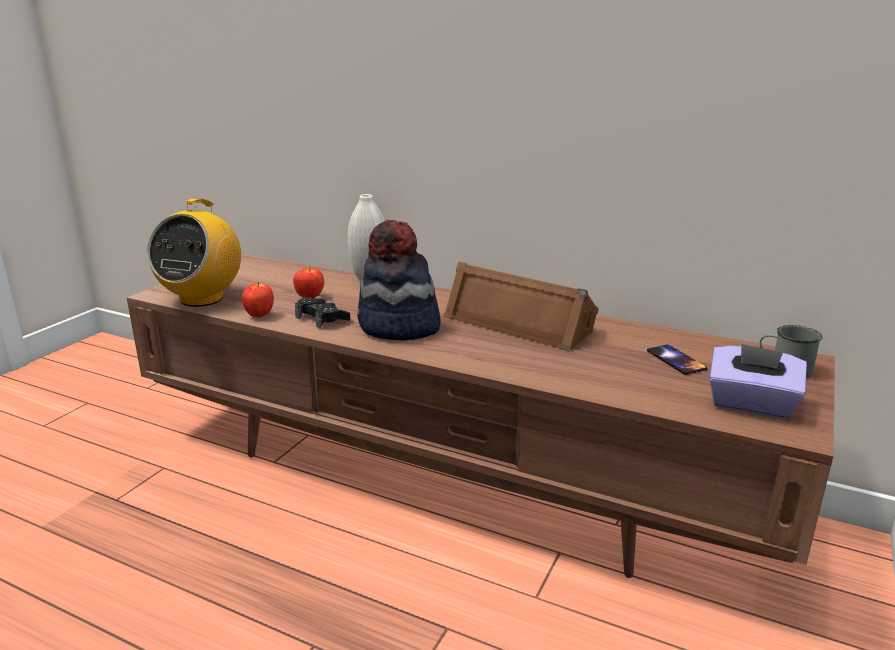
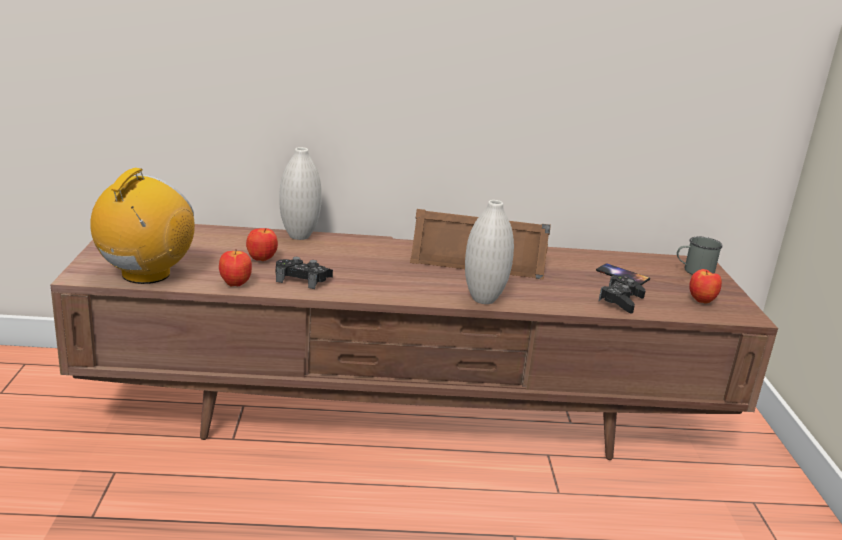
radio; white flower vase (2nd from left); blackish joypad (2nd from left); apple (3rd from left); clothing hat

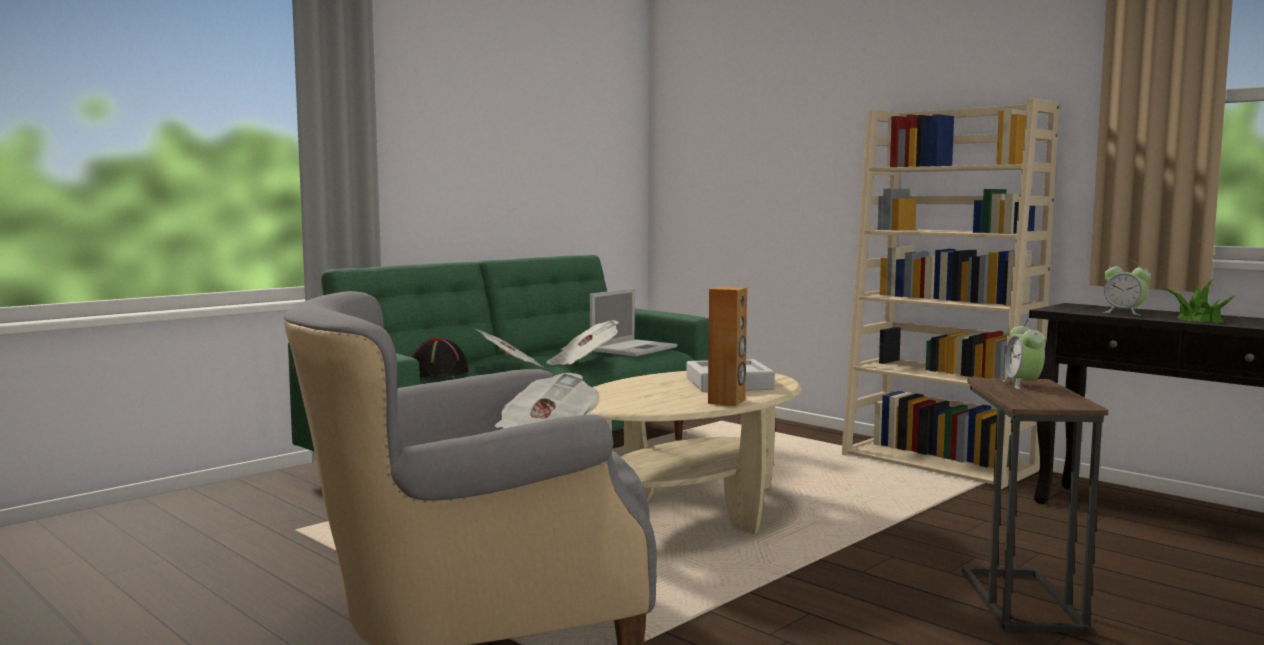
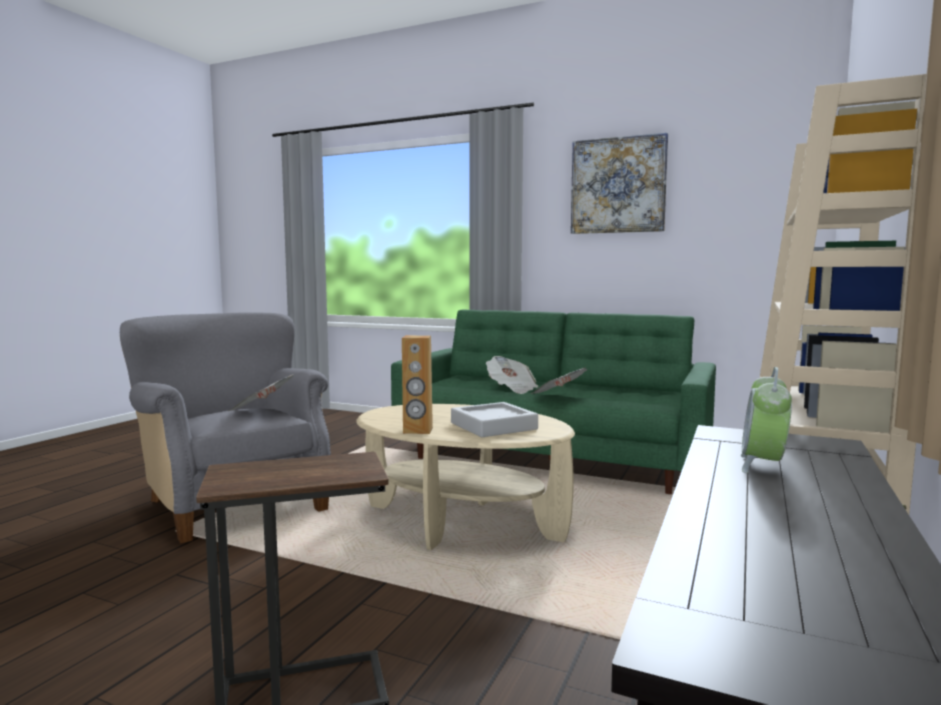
wall picture; blackish clothing hat; portable computer; bedside clock (1st from left in the first image); potted plant

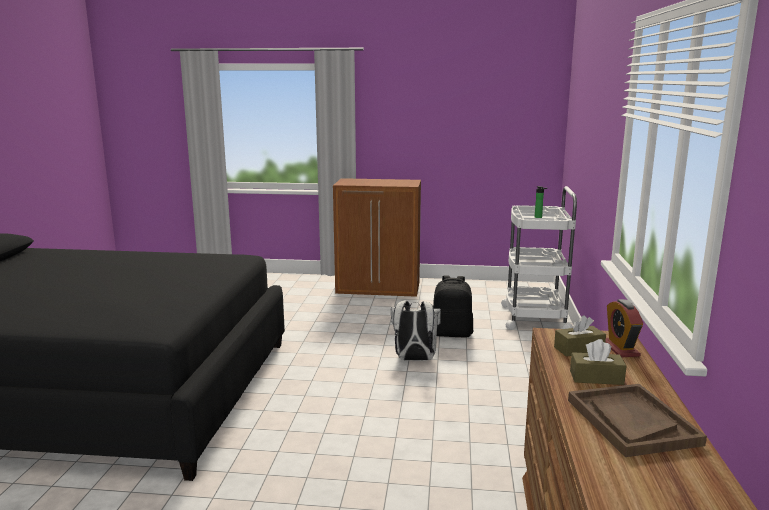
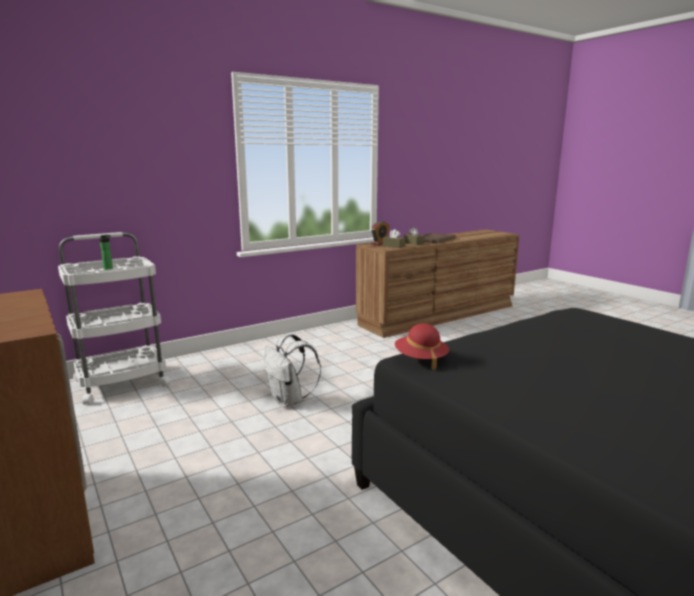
red clothing hat; blackish rucksack

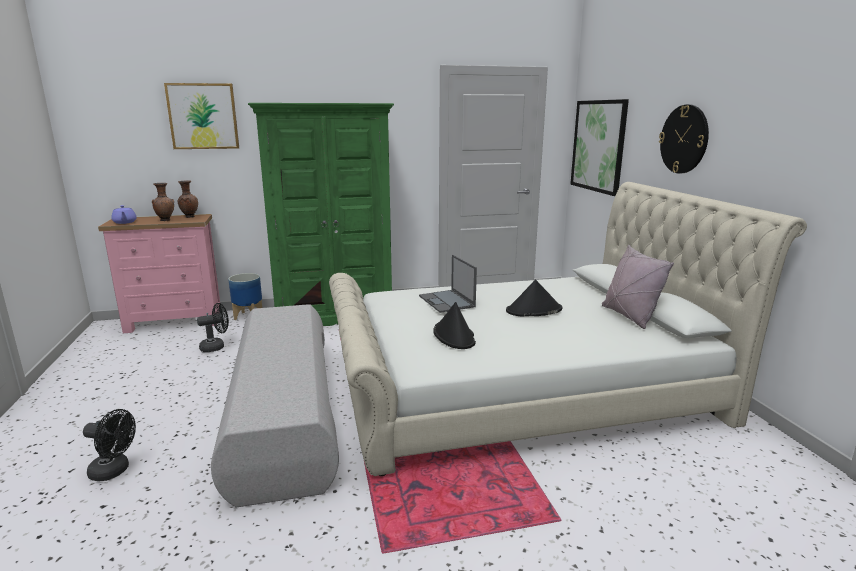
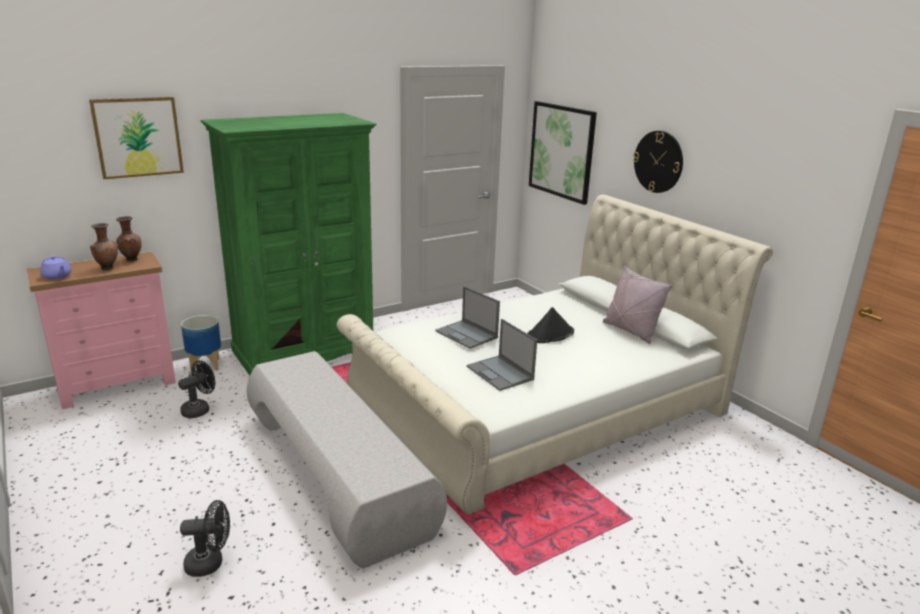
portable computer (2nd from left)

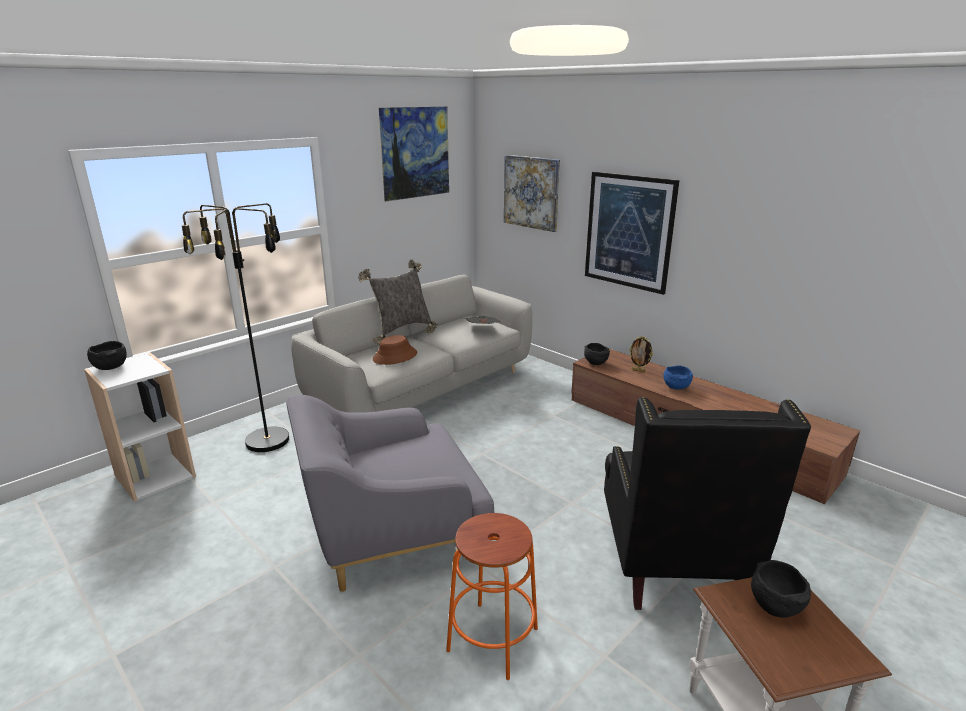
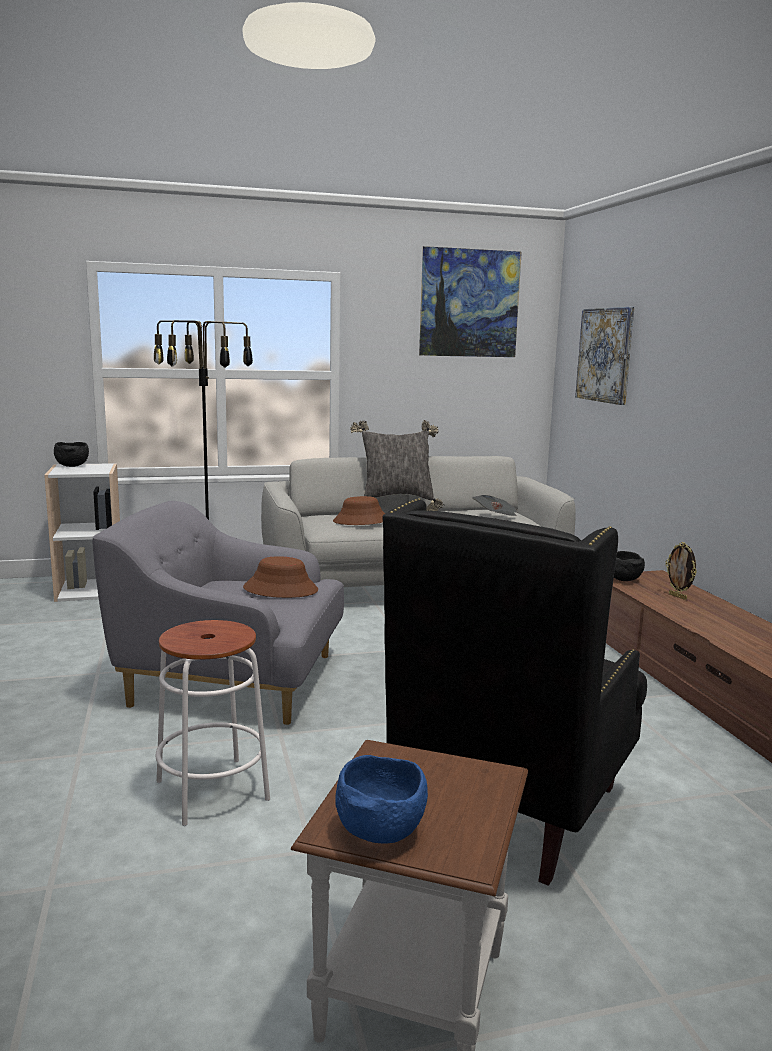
white stool; brown-coloured clothing hat (1st from left); blue-coloured bowl; wall picture (3rd from left in the first image); blackish bowl (3rd from left in the first image)

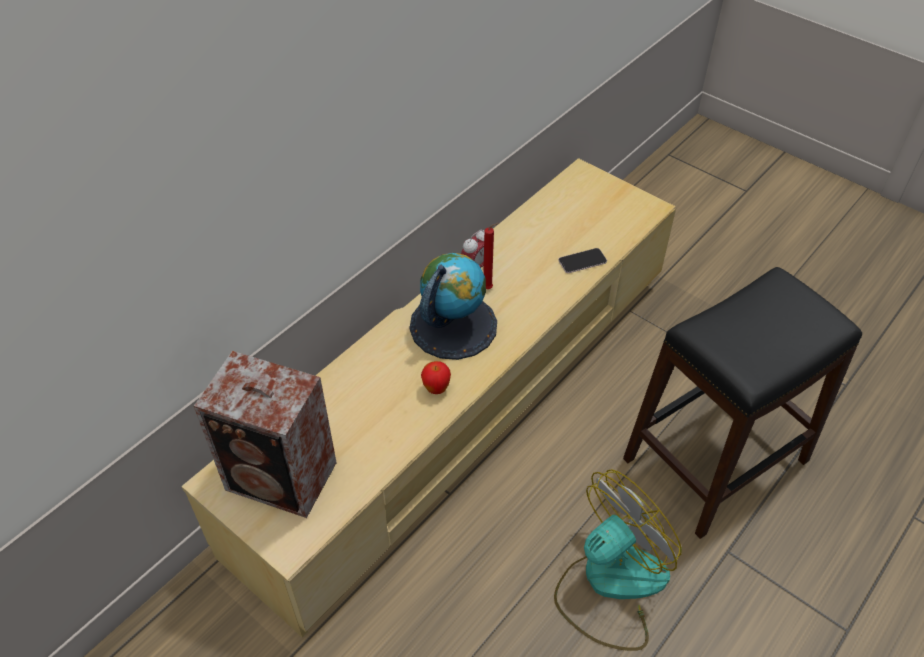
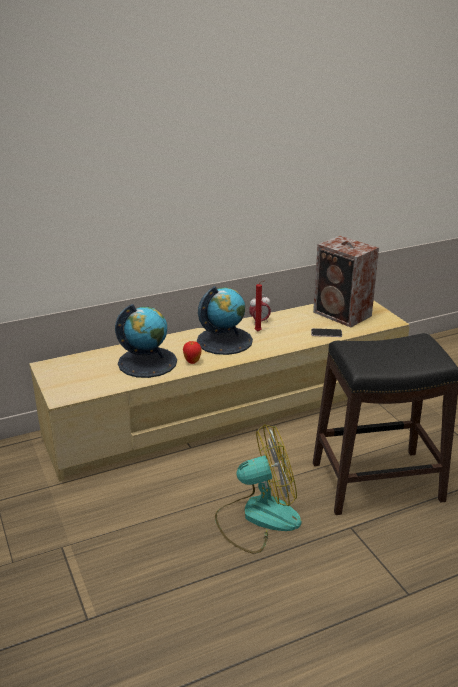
globe (1st from left); speaker

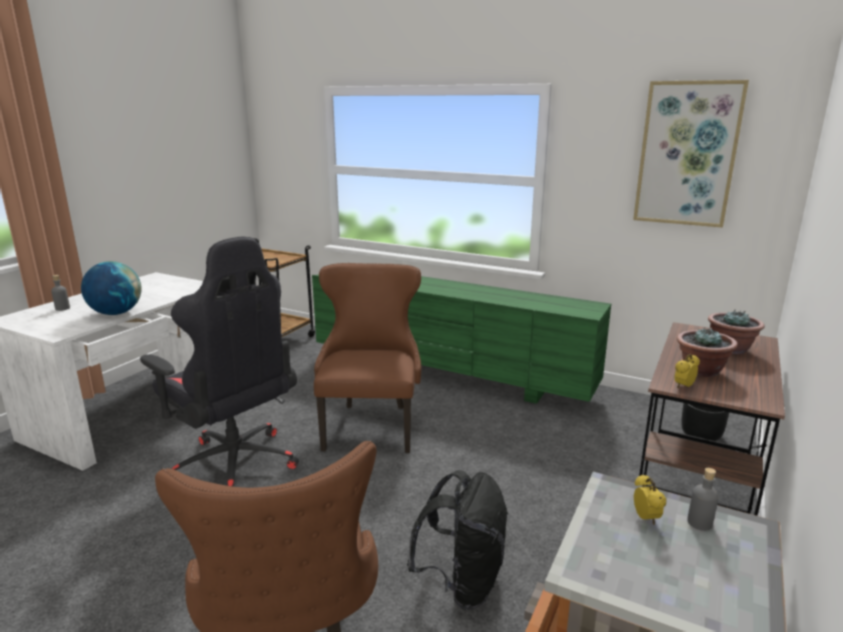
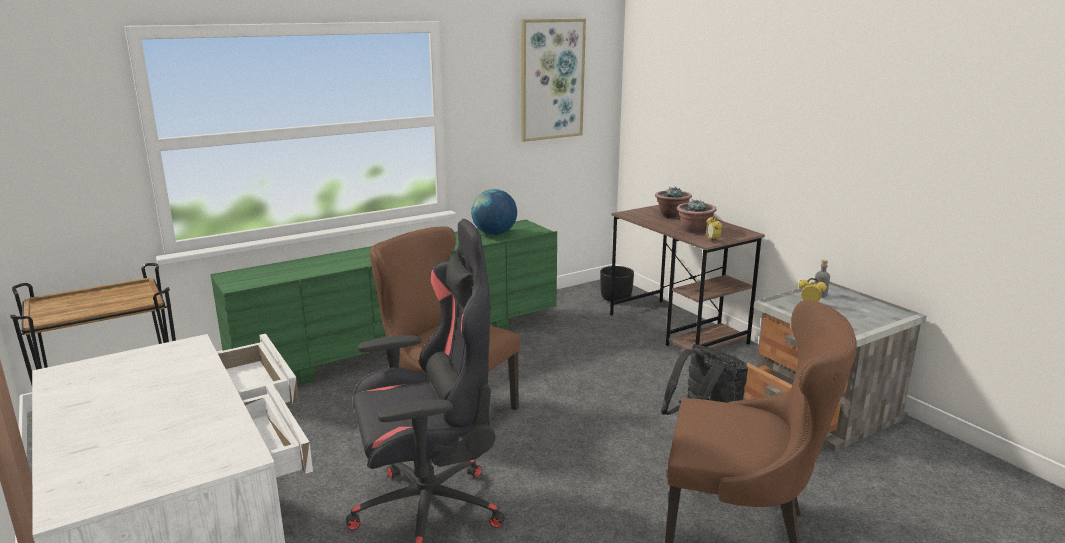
globe; grey beverage bottle (1st from left in the first image)

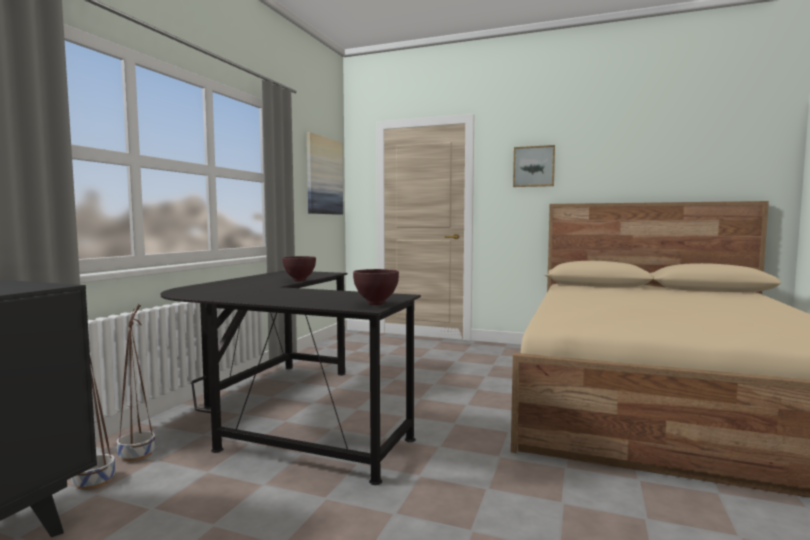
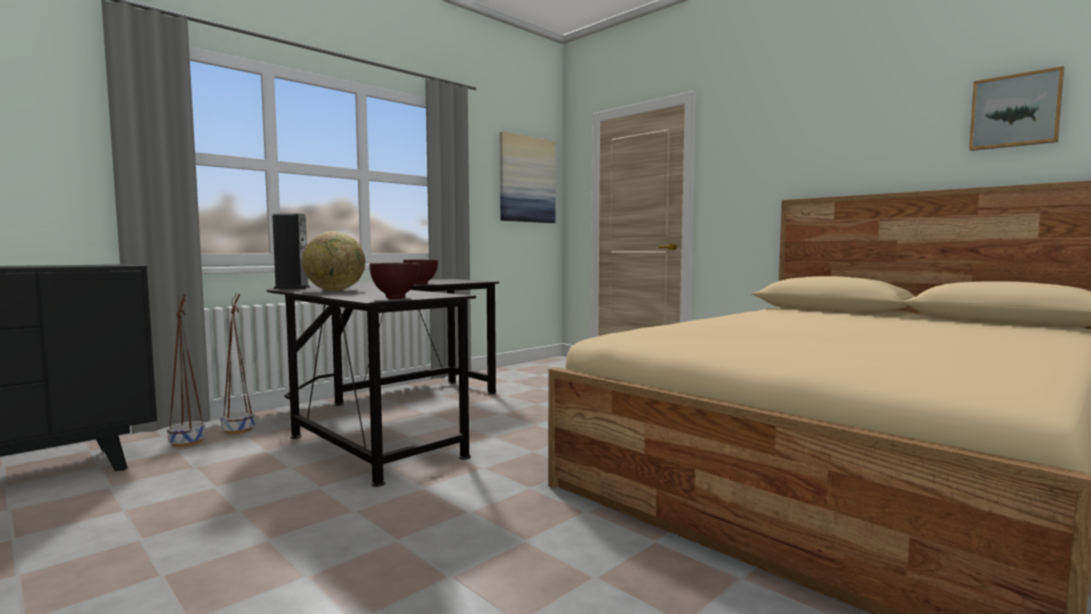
speaker; globe; wall picture (2nd from left)

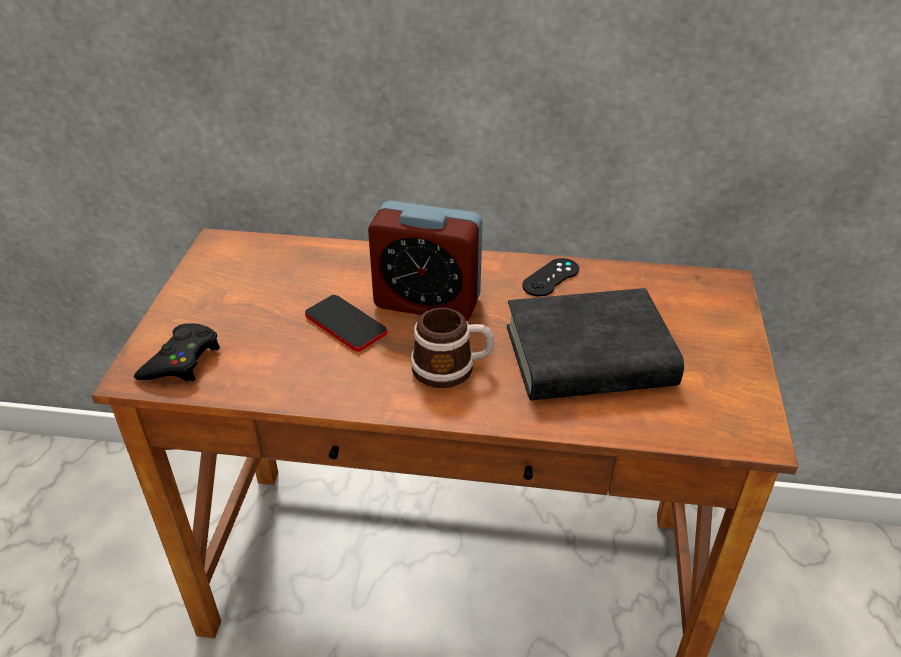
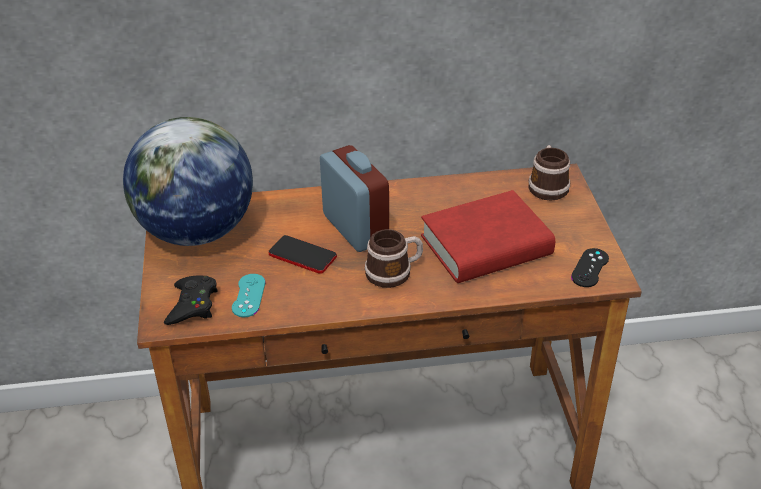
globe; turquoise joypad; bedside clock; red bound book; coffee mug (2nd from left); blackish joypad (2nd from left)

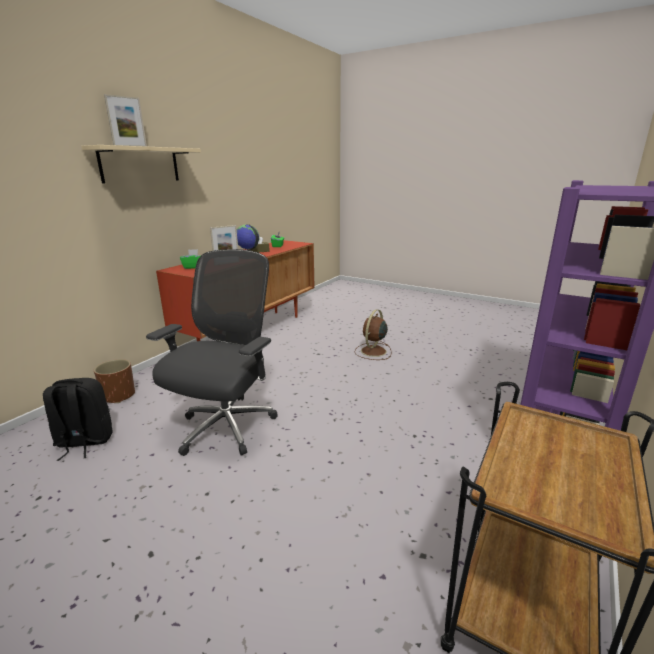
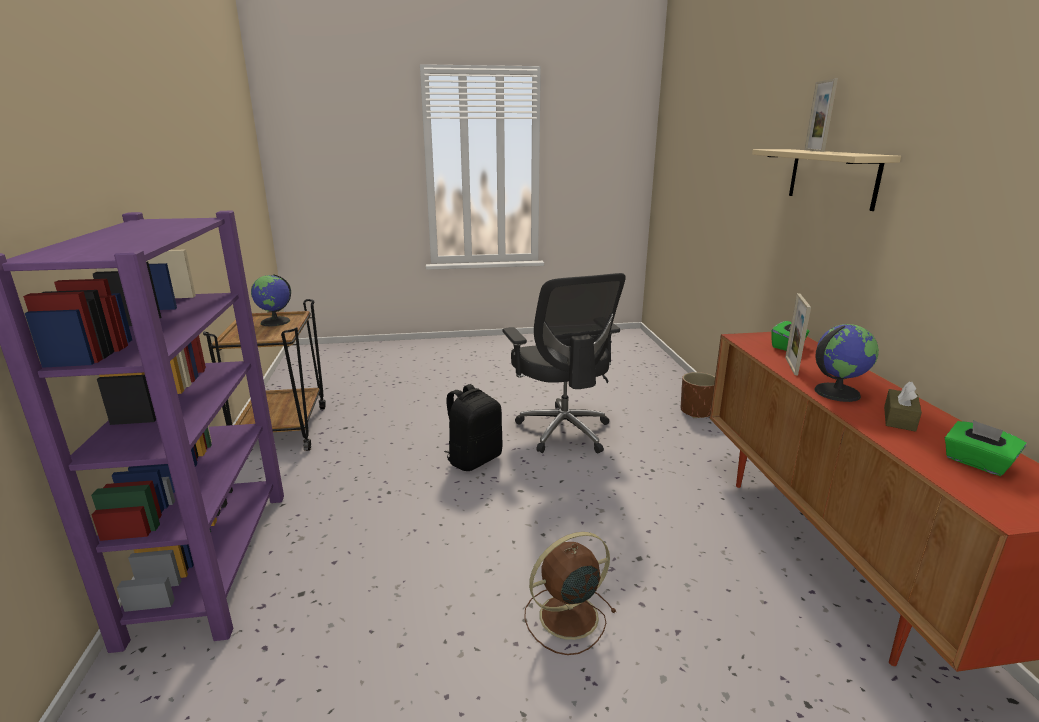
globe (1st from left); blackish rucksack; brown-coloured electric fan

